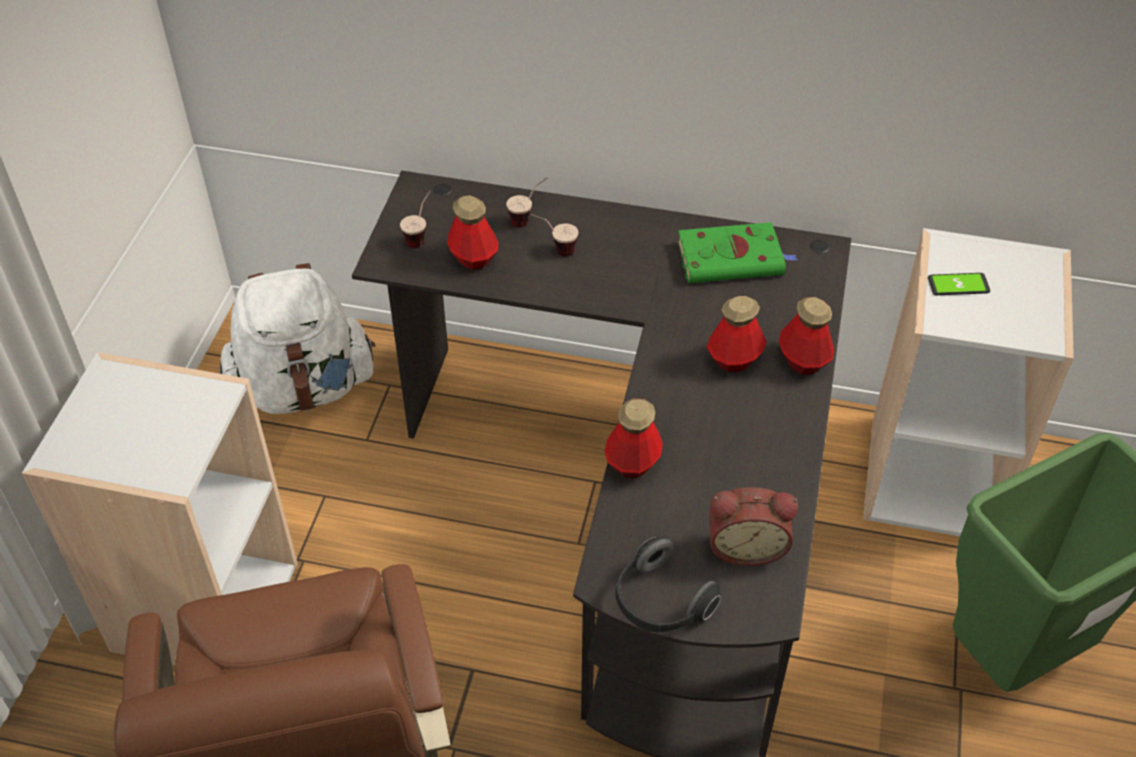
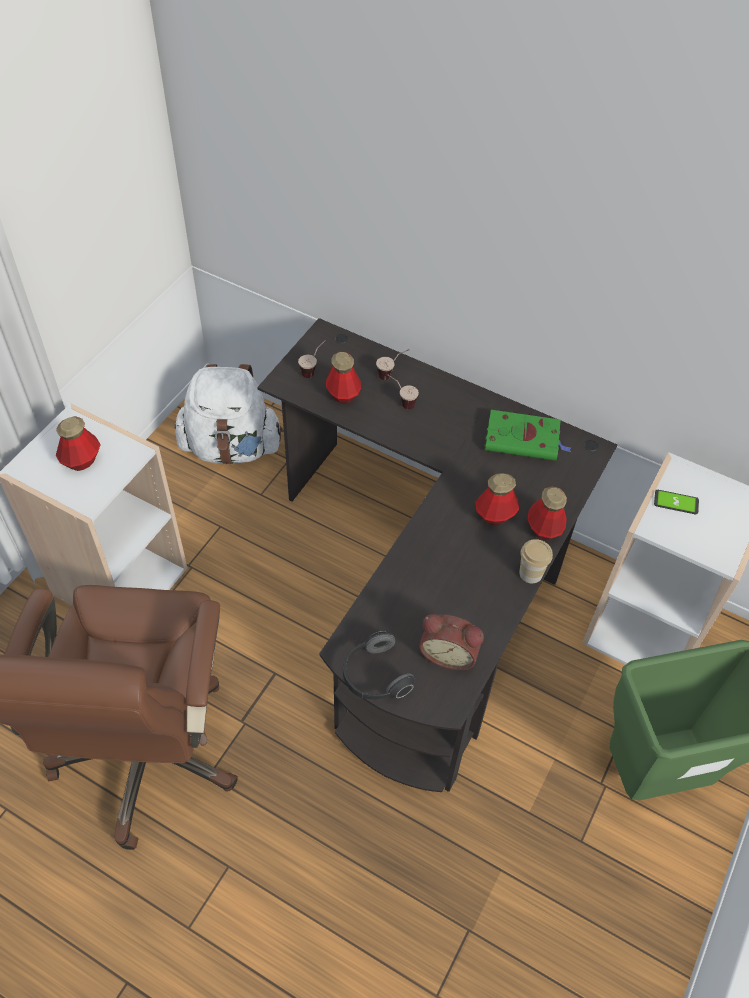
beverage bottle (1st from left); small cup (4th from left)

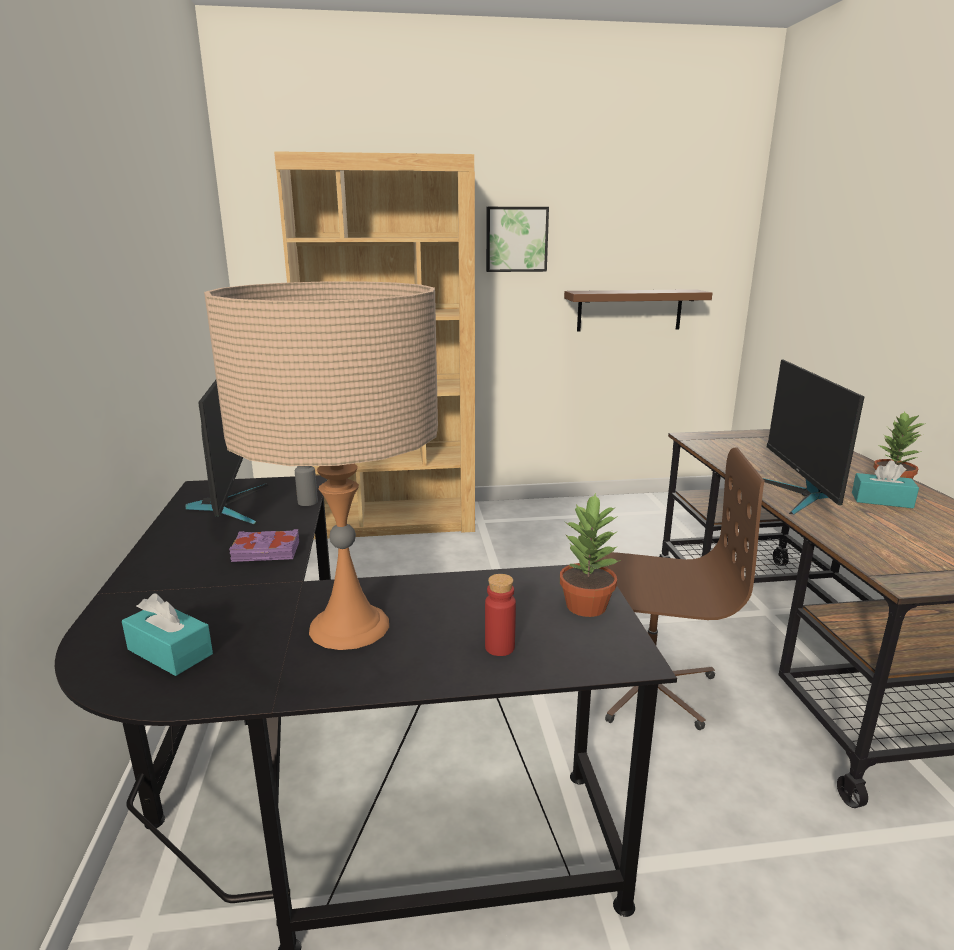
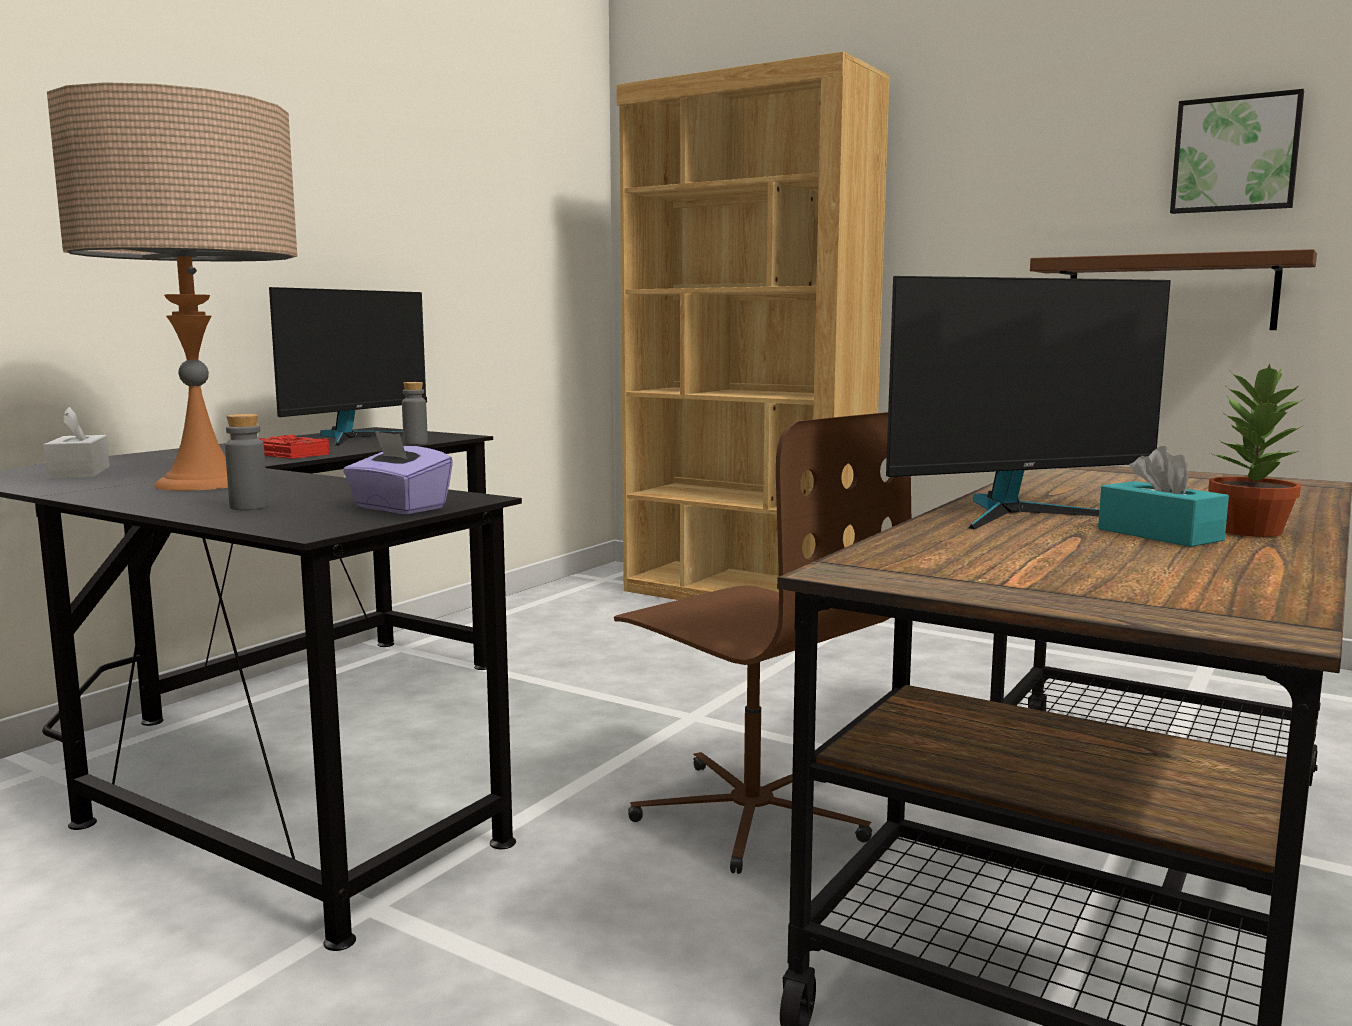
white box of tissues; grey beverage bottle (1st from left); red bound book; purple box of tissues; monitor (2nd from left); wall picture

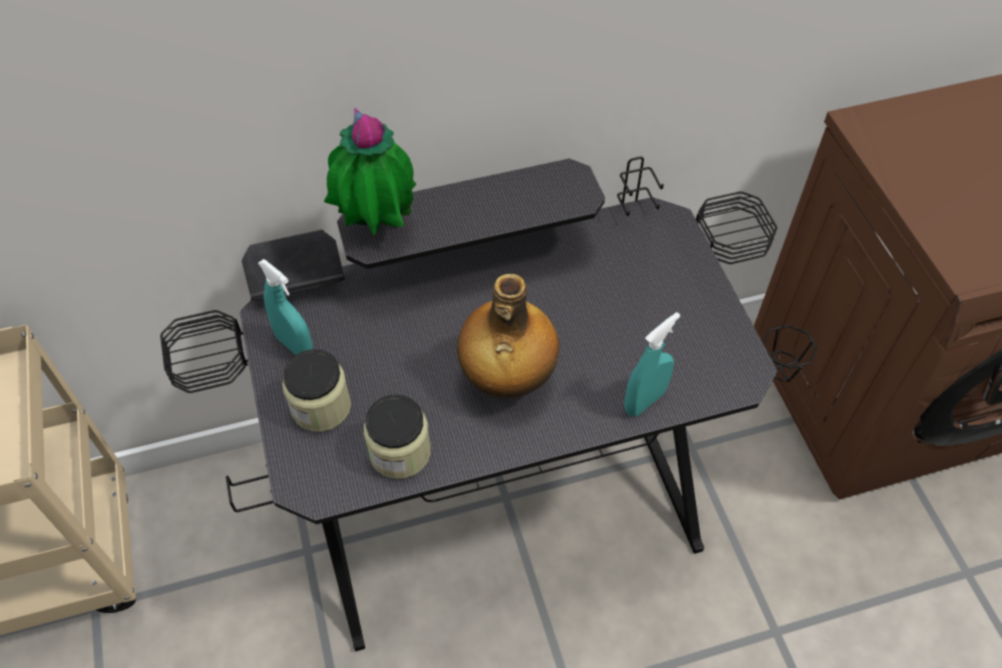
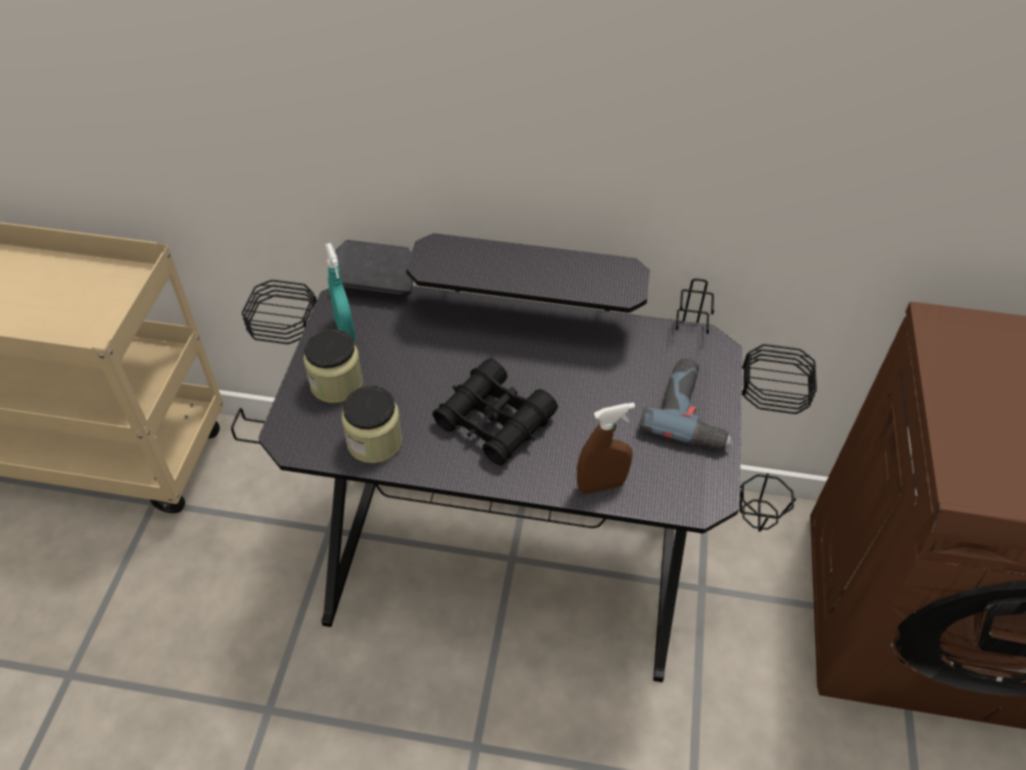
blackish binoculars; brown-coloured sprayer; power drill; potted plant

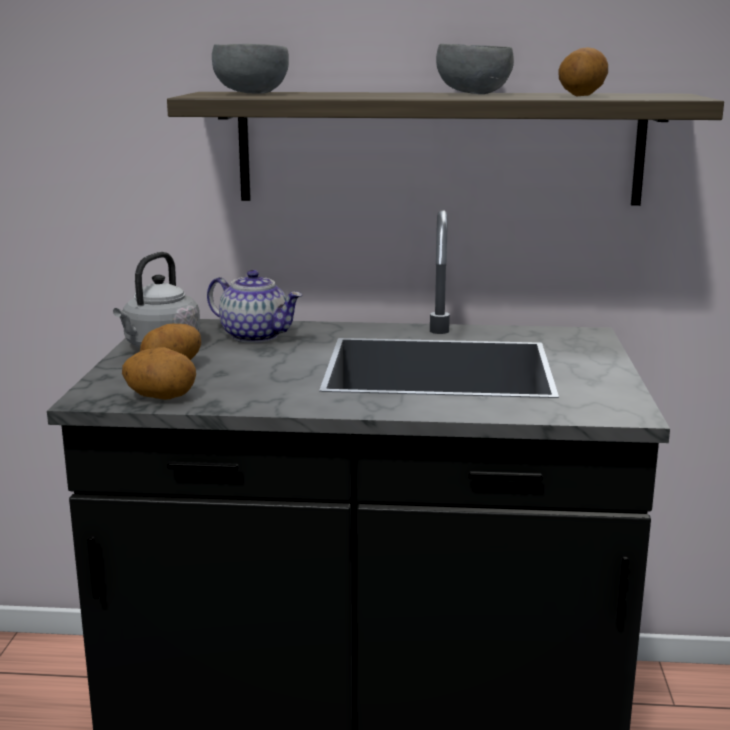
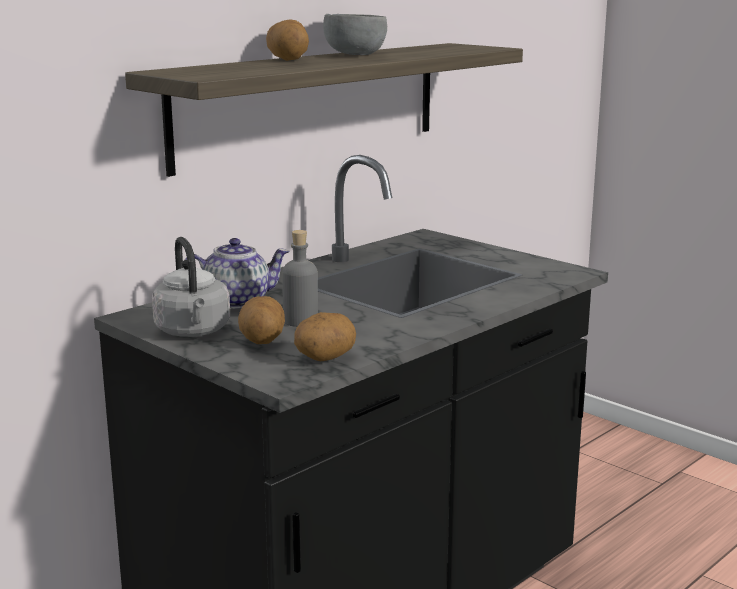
whole potato (2nd from left); grey beverage bottle; grey bowl (1st from left in the first image)

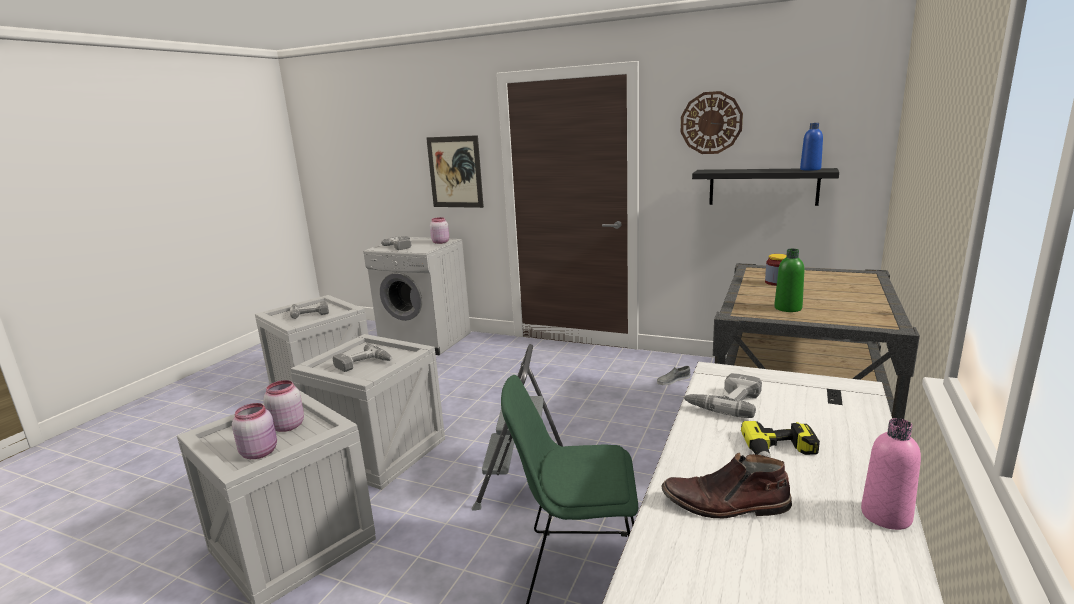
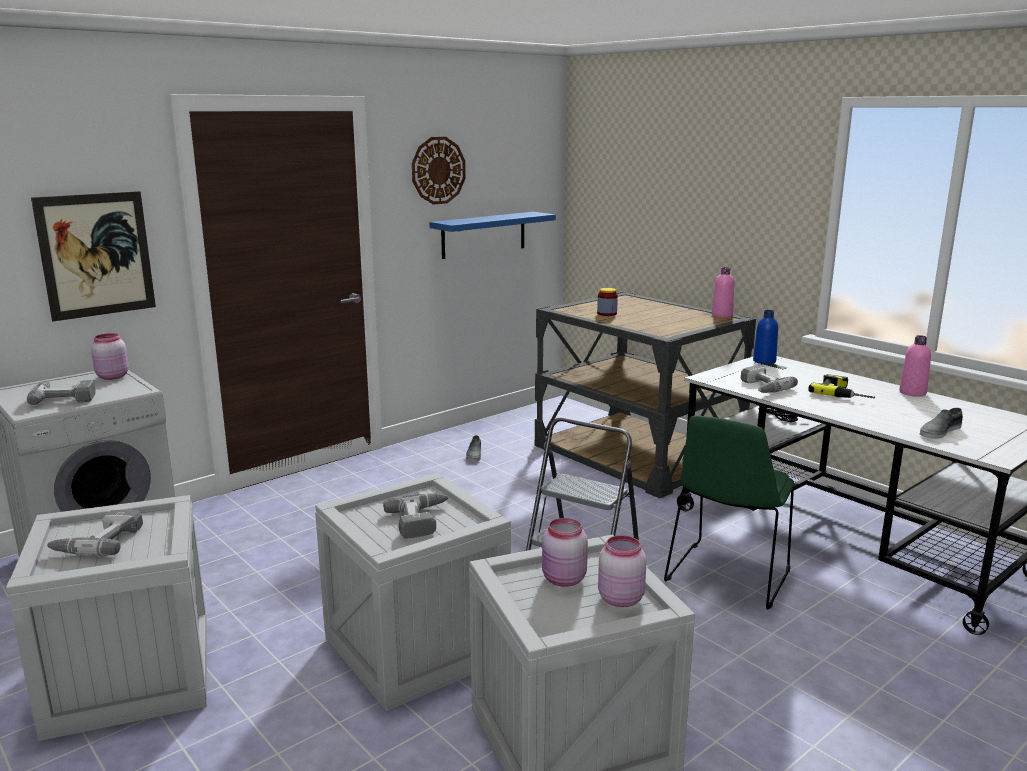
blue-coloured bracket shelf; pinkish beverage bottle (1st from left); blue-coloured beverage bottle; grey shoe (2nd from left); brown-coloured high-top boot; green beverage bottle

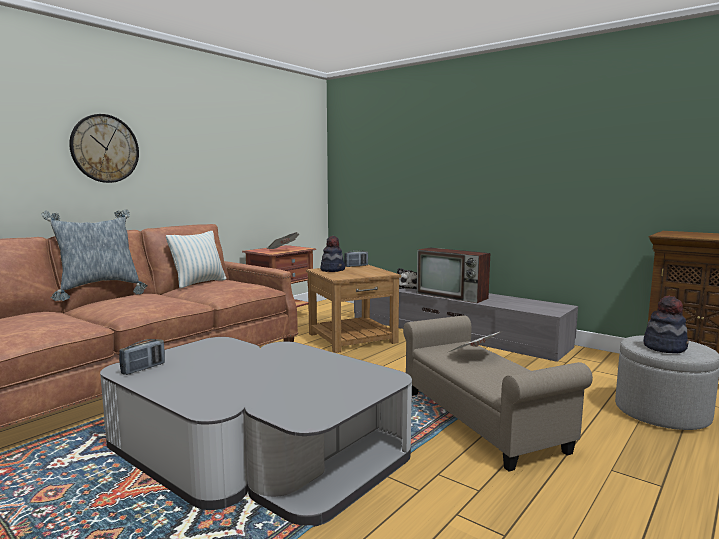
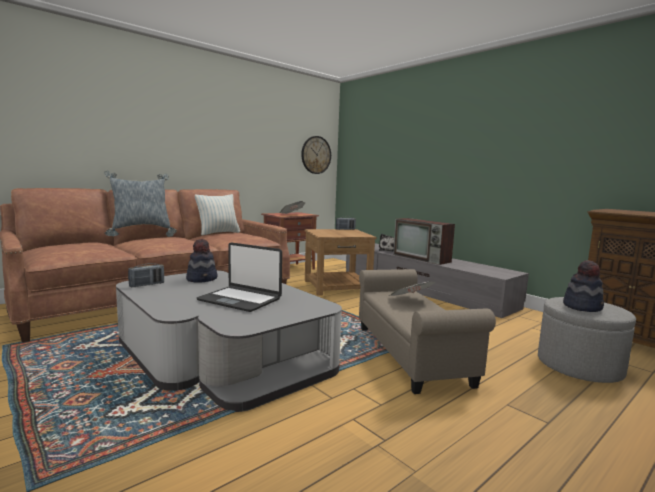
clothing hat (1st from left); portable computer; wall clock

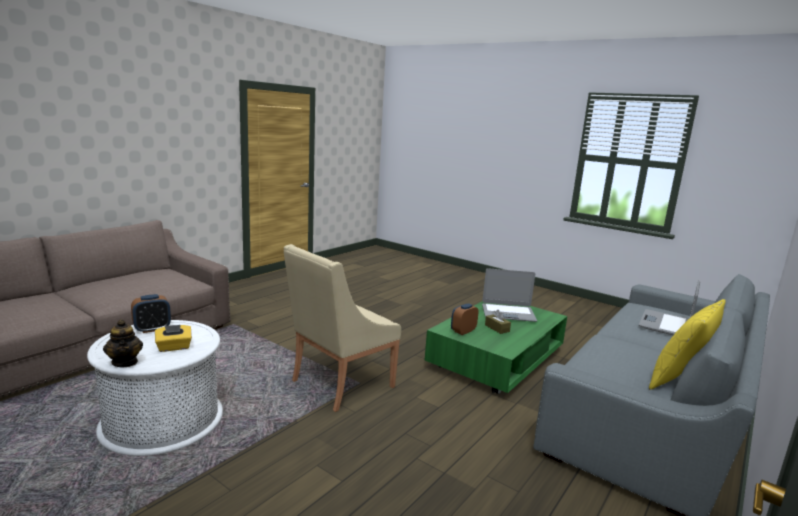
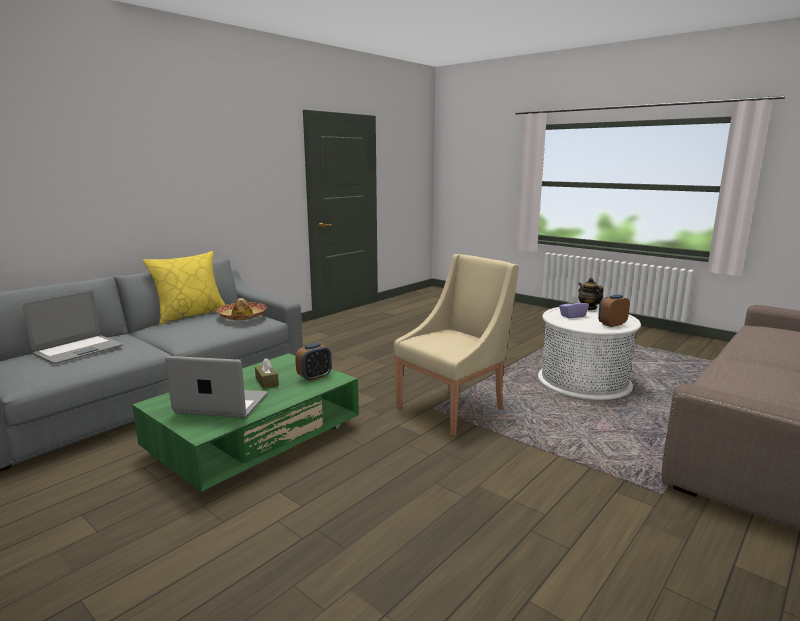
clothing hat; purple box of tissues

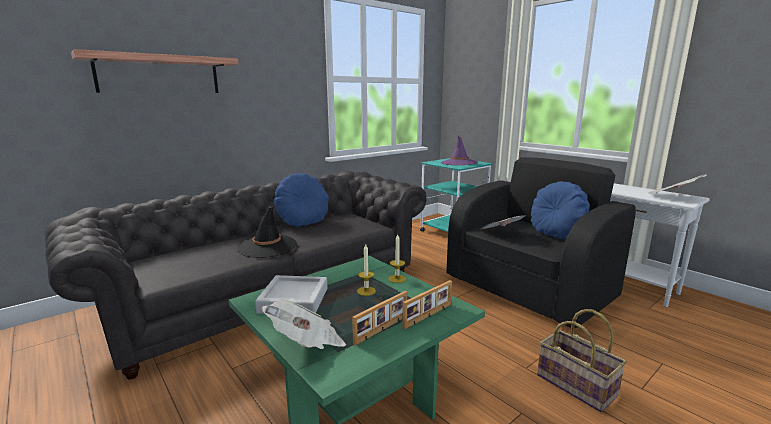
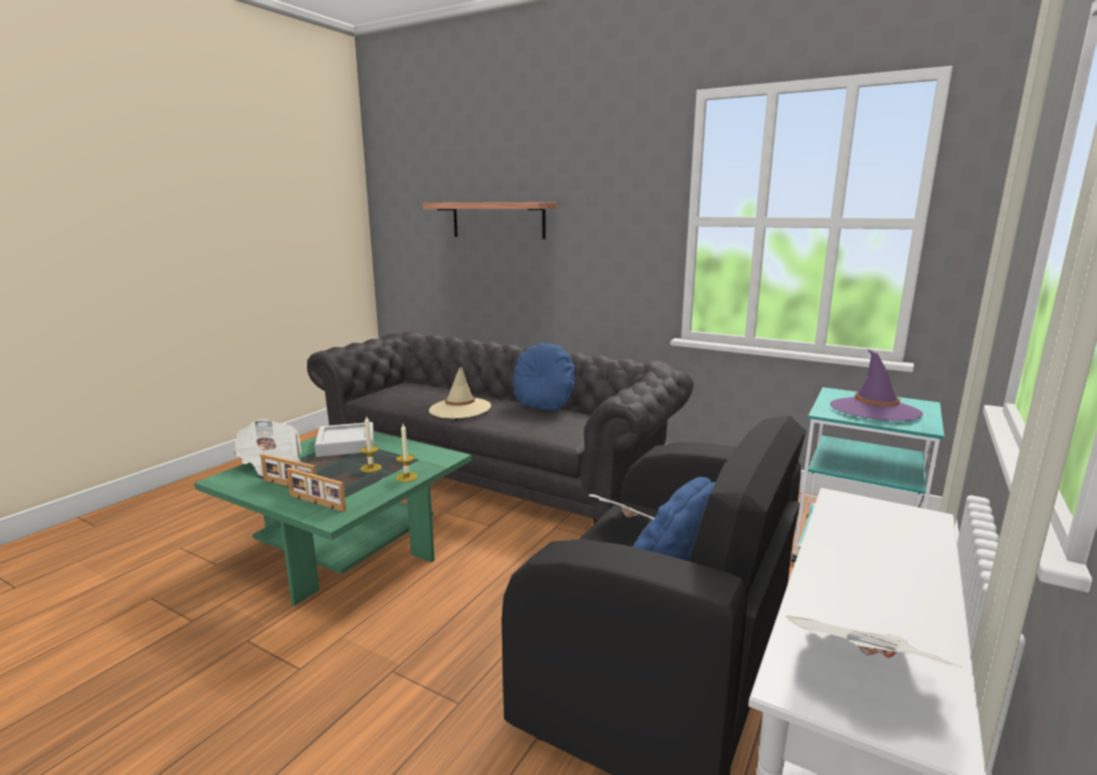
beige-coloured clothing hat; basket

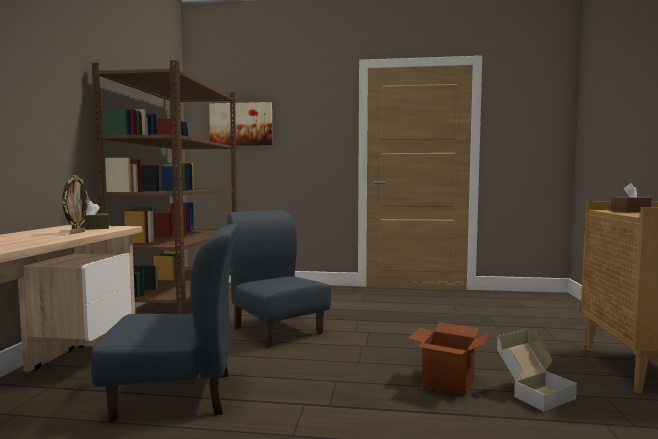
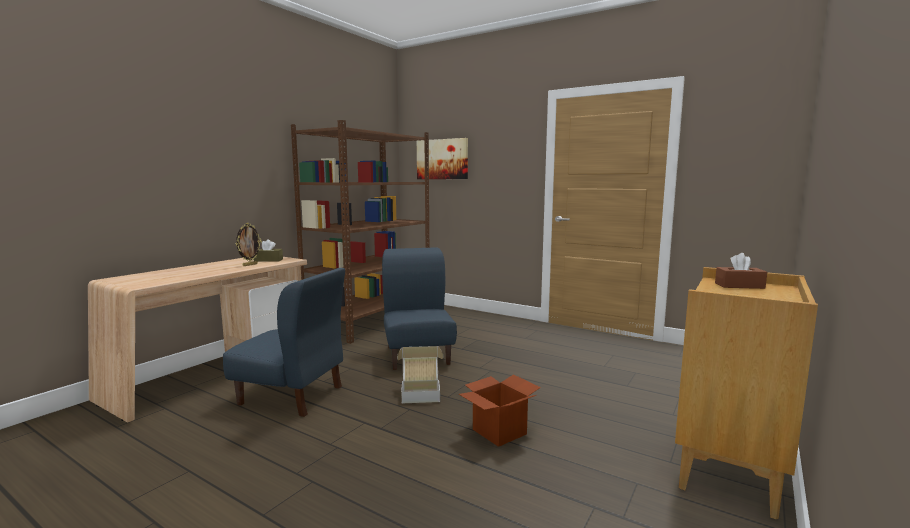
carton (1st from left)

